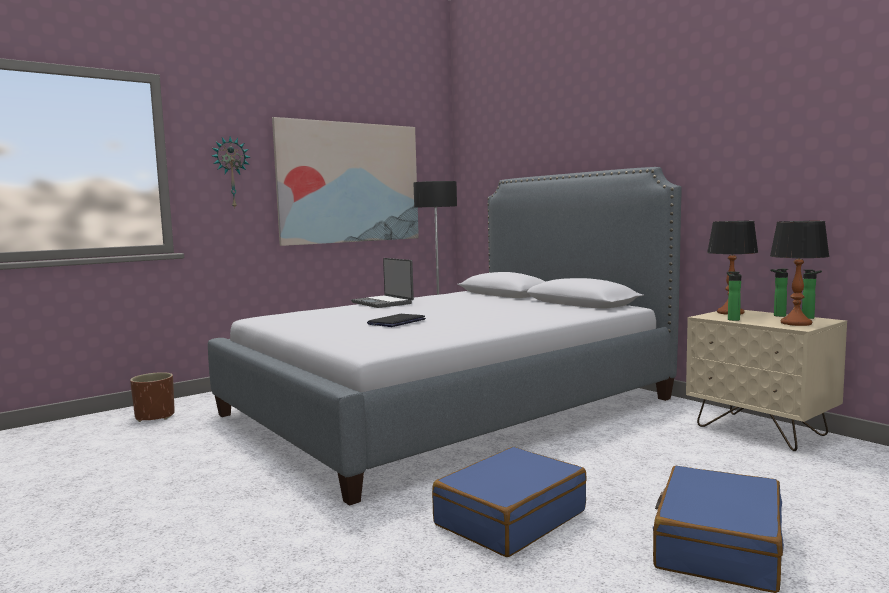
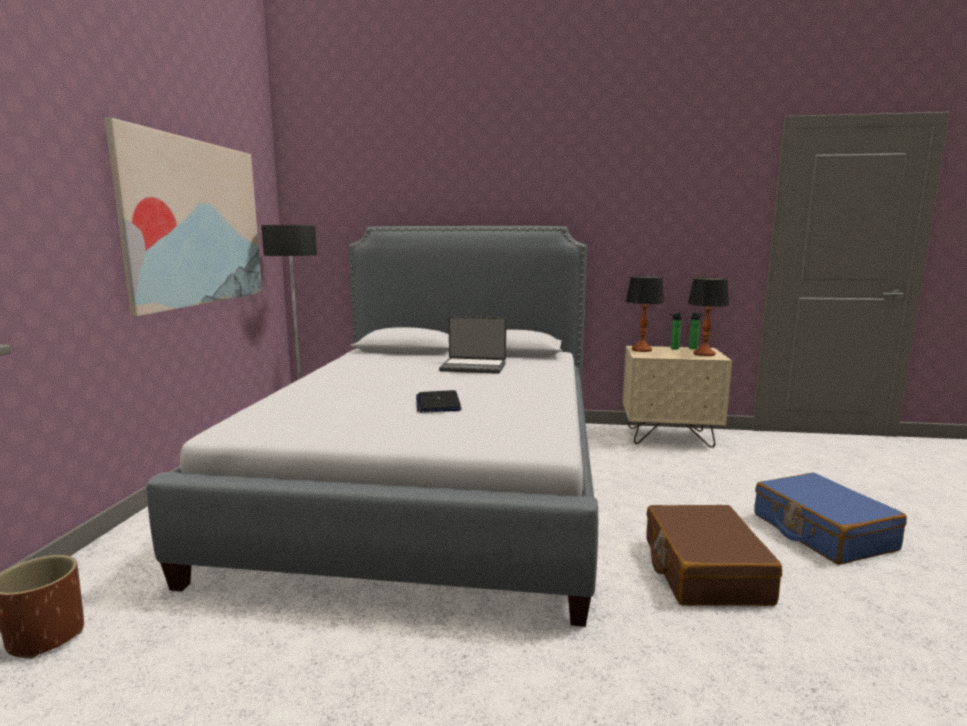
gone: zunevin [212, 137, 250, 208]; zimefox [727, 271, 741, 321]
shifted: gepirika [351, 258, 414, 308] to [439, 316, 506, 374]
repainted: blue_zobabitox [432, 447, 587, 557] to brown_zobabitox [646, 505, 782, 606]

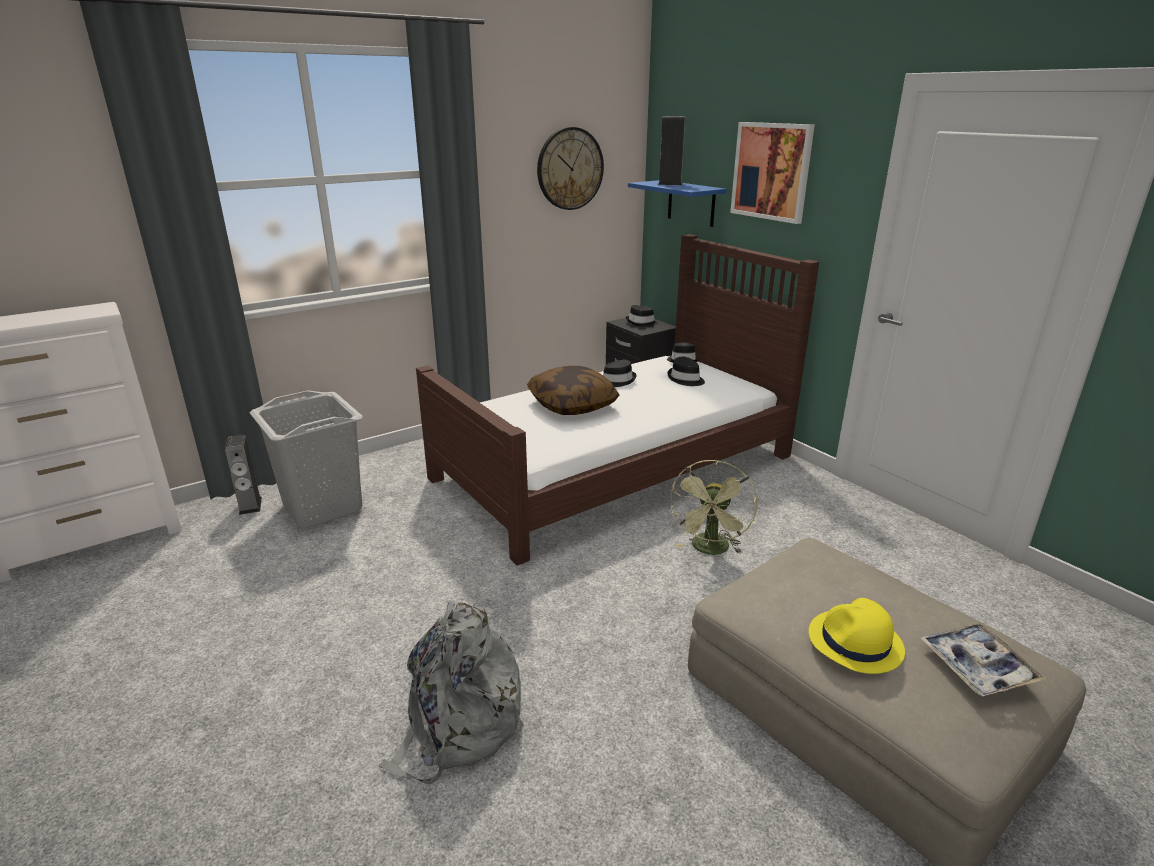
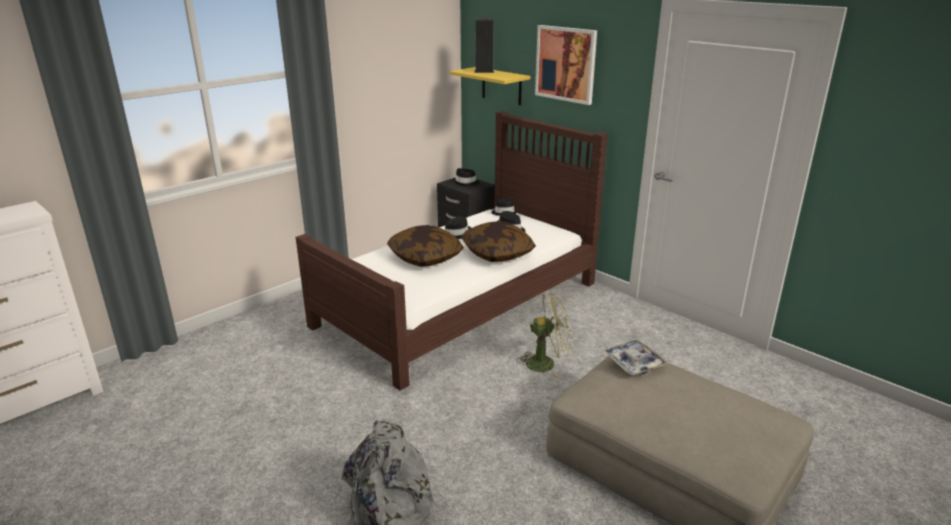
gone: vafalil [225, 435, 262, 515]; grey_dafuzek [250, 390, 363, 528]; zunevin [537, 127, 604, 210]; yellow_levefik [809, 598, 905, 674]
new: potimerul [461, 222, 536, 262]
shifted: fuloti [920, 623, 1046, 696] to [602, 340, 669, 375]
repainted: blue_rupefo [628, 180, 727, 227] to yellow_rupefo [450, 67, 530, 105]
rotated: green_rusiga [670, 460, 758, 555] = [516, 292, 572, 378] 105 degrees counterclockwise

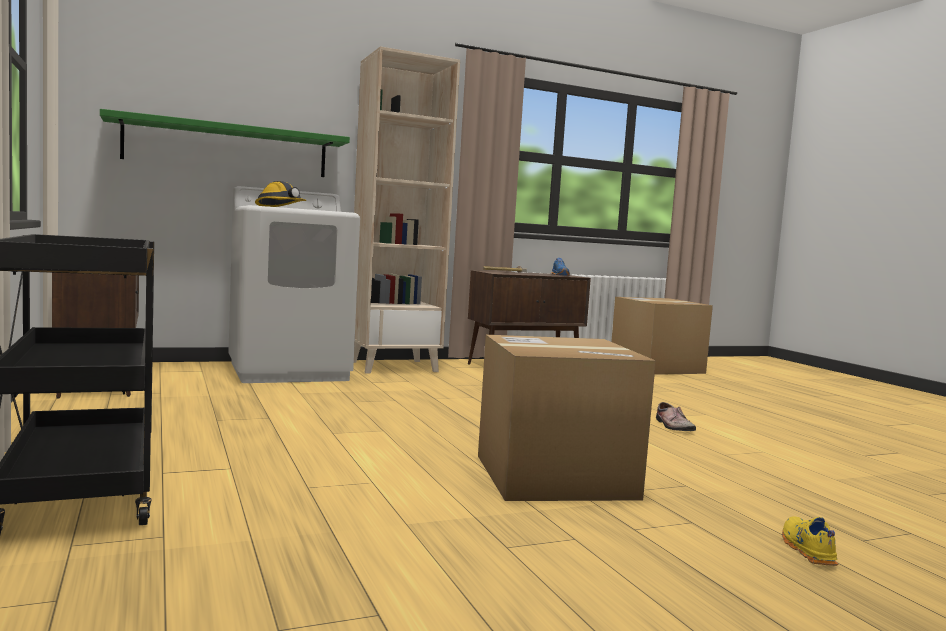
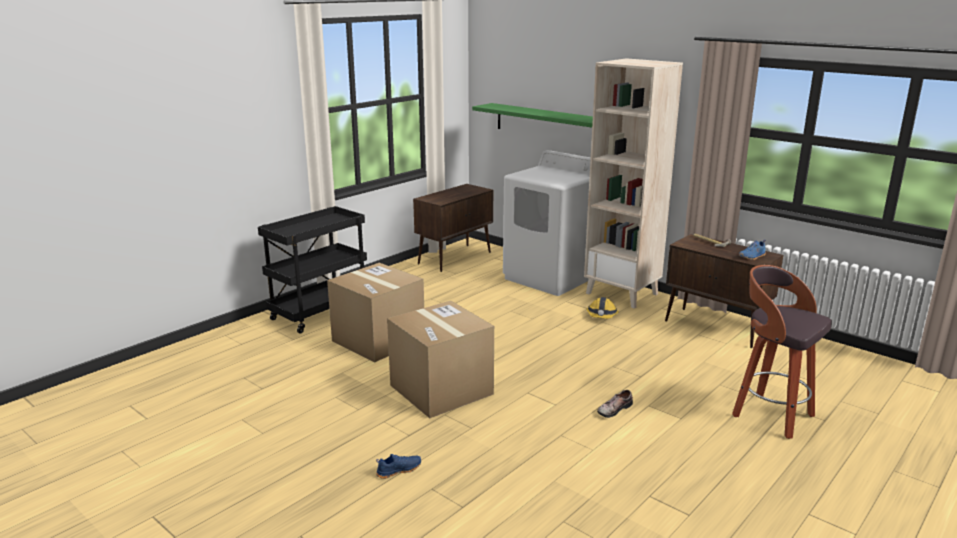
new: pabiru [732, 265, 832, 439]
shifted: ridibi [255, 181, 307, 207] to [586, 297, 619, 319]; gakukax [611, 297, 713, 375] to [327, 263, 424, 362]
repainted: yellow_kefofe [782, 516, 838, 566] to blue_kefofe [376, 454, 421, 479]

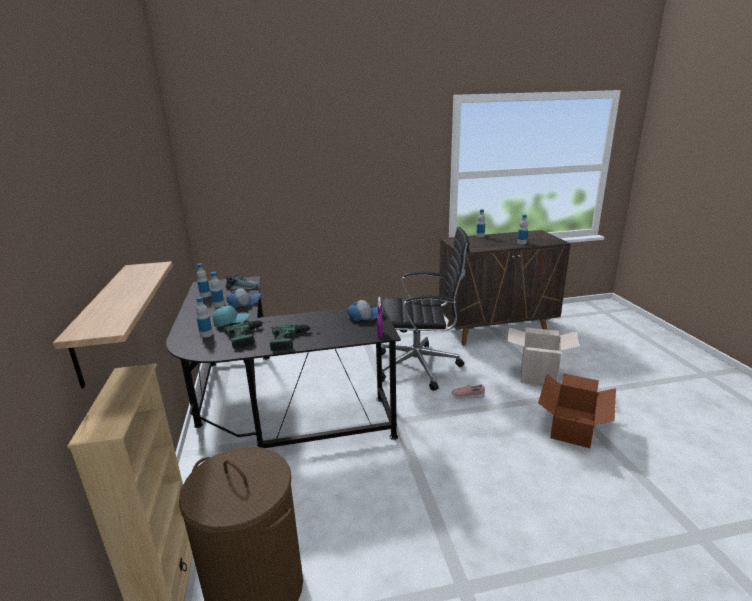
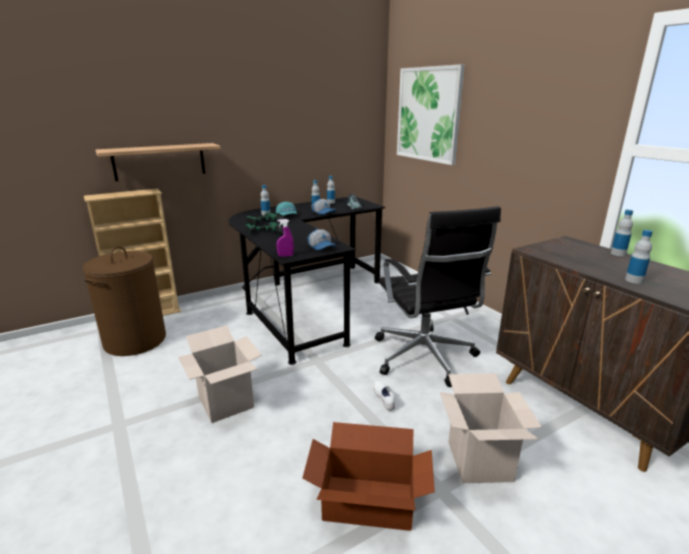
new: gakukax [178, 325, 262, 423]; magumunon [397, 64, 465, 165]
repainted: pink_kefofe [451, 384, 485, 399] to white_kefofe [374, 381, 395, 411]

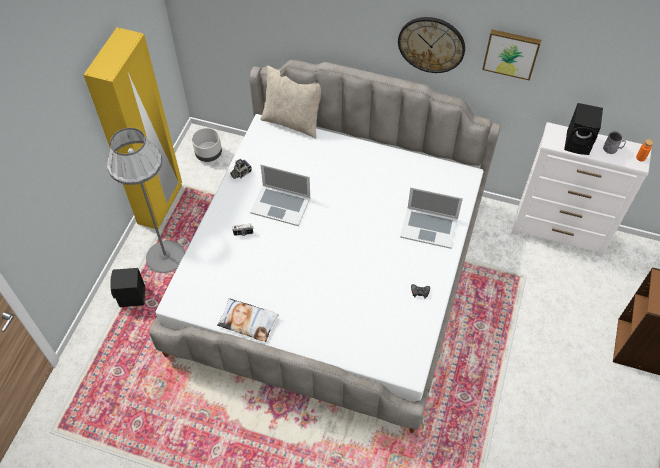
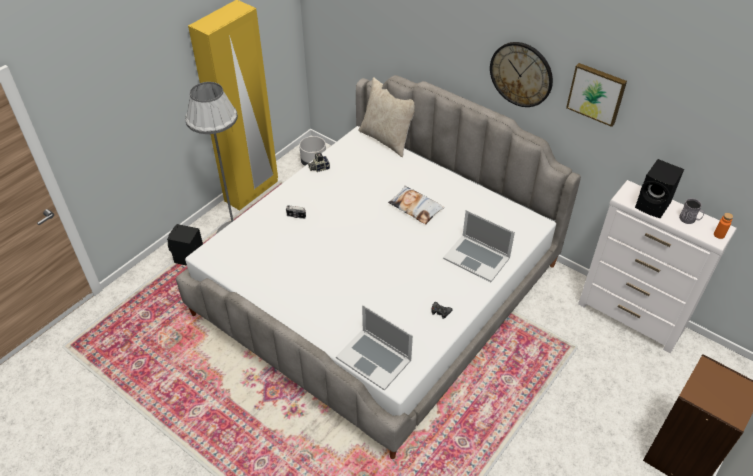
shifted: potimerul [217, 298, 279, 342] to [388, 186, 444, 224]; gepirika [250, 164, 310, 226] to [336, 305, 413, 391]

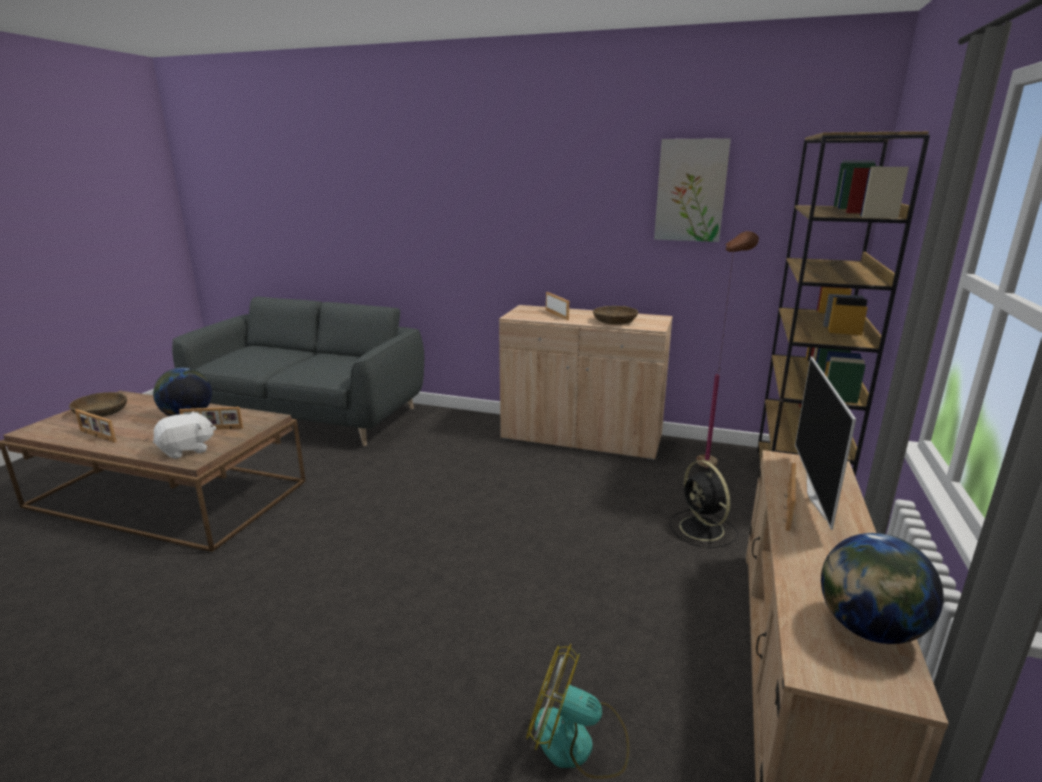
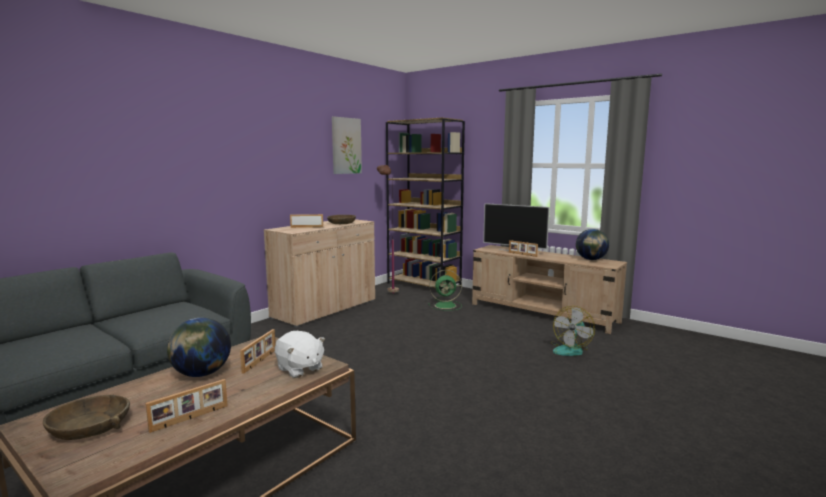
repainted: black_rusiga [669, 460, 738, 548] to green_rusiga [428, 270, 462, 311]
rotated: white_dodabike [153, 411, 216, 459] = [275, 331, 325, 378] 150 degrees clockwise

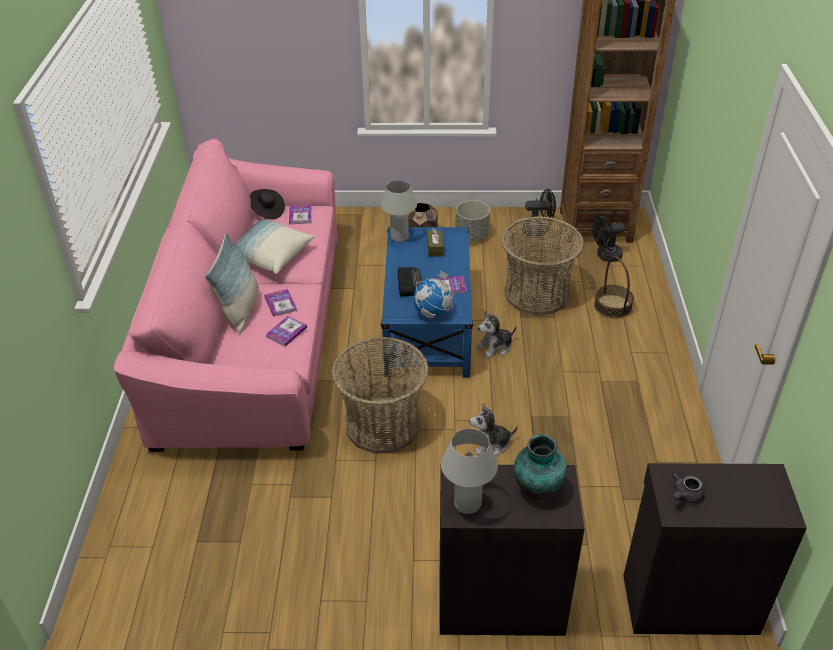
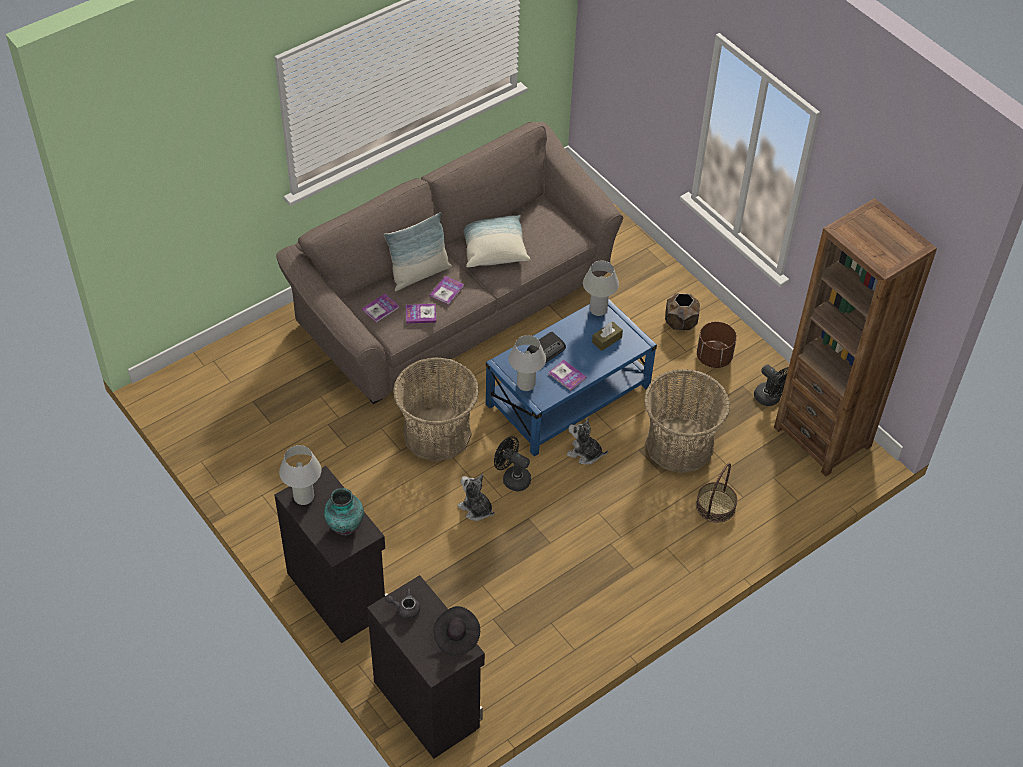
shifted: black_levefik [250, 189, 285, 219] to [434, 606, 480, 655]; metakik [289, 204, 311, 225] to [362, 294, 399, 323]; black_rusiga [592, 215, 625, 262] to [494, 436, 531, 491]
swapped: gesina [413, 271, 453, 318] to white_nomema [509, 335, 546, 391]
repainted: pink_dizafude [114, 138, 338, 452] to brown_dizafude [276, 122, 623, 404]; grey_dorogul [456, 200, 490, 242] to brown_dorogul [697, 322, 737, 368]

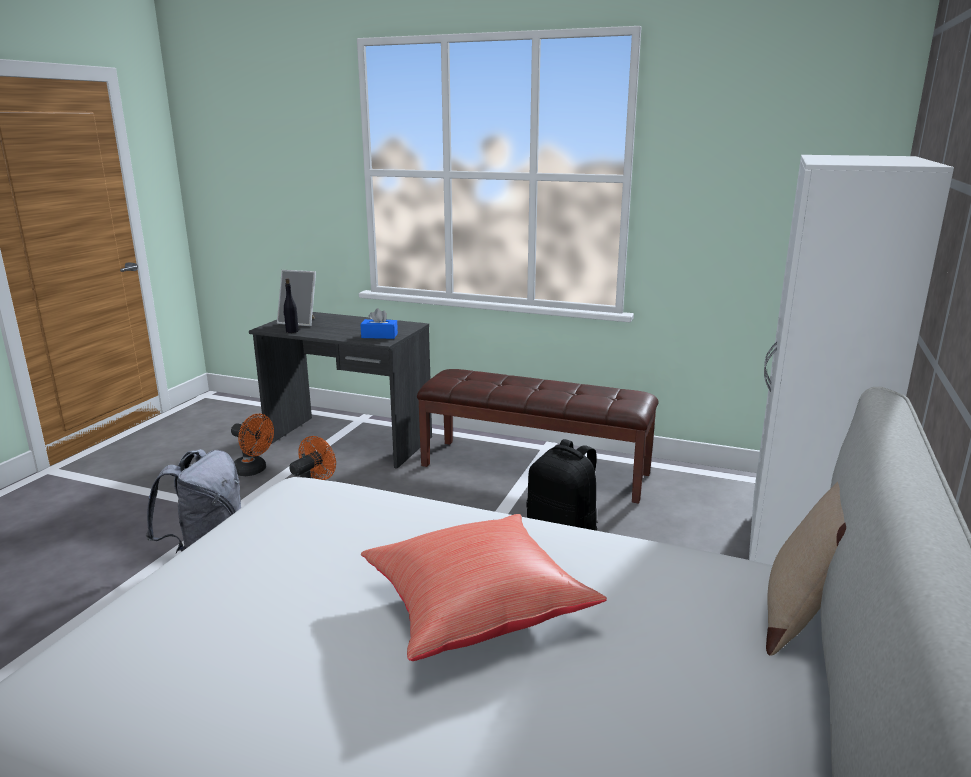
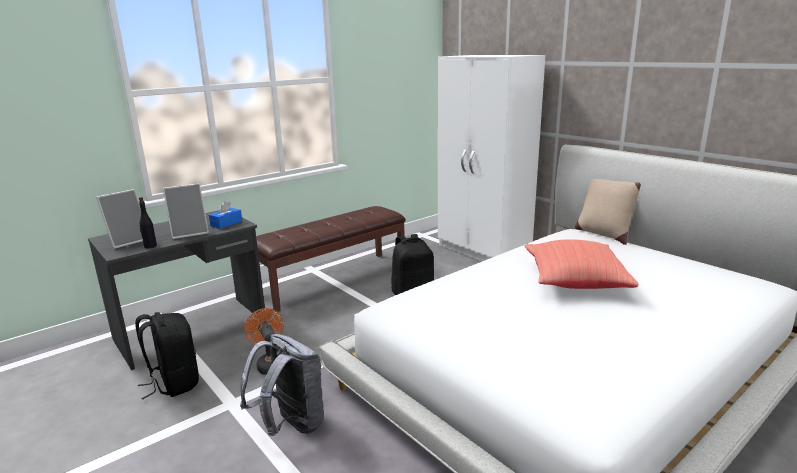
new: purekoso [163, 183, 209, 239]
swapped: orange_rusiga [231, 414, 274, 476] to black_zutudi [135, 312, 199, 400]

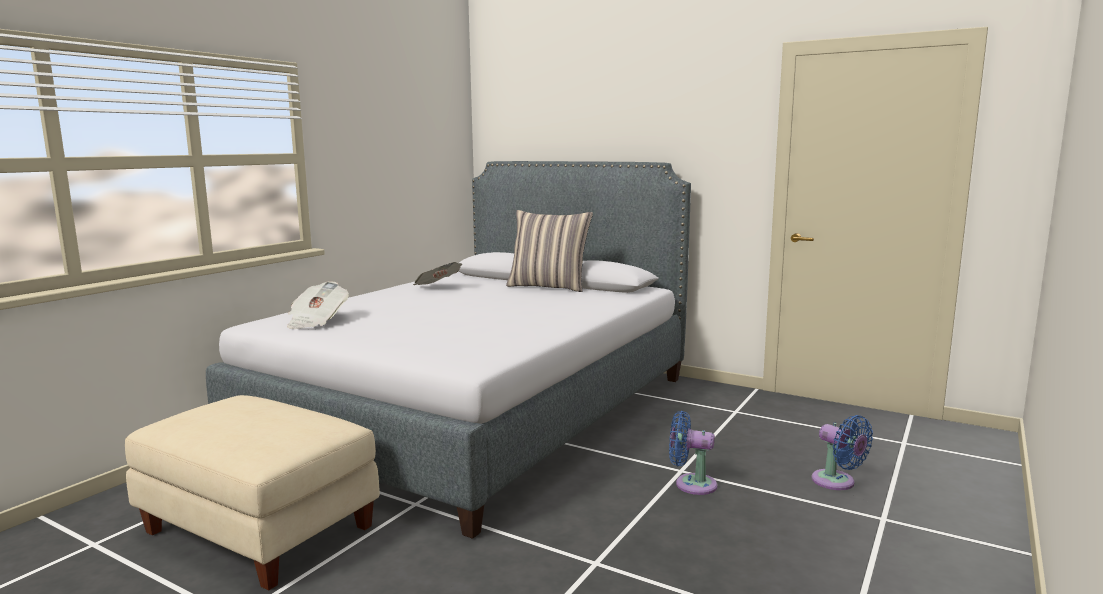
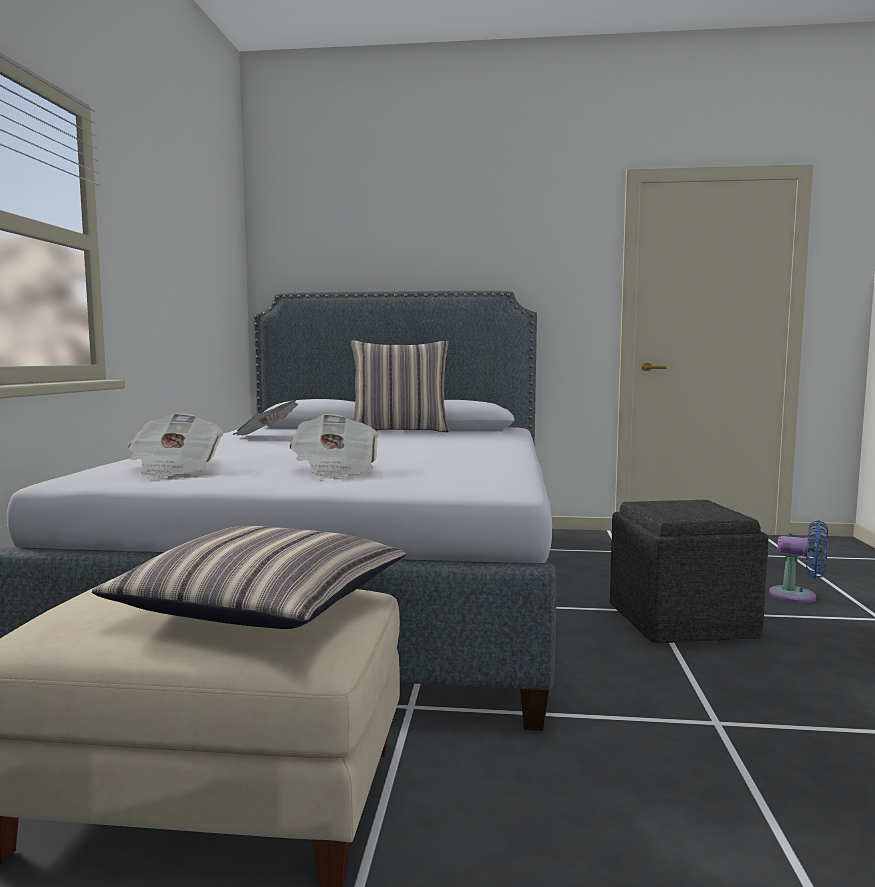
new: potimerul [92, 526, 406, 629]; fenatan [289, 414, 379, 479]
swapped: blue_rusiga [669, 411, 718, 495] to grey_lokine [610, 500, 768, 643]

